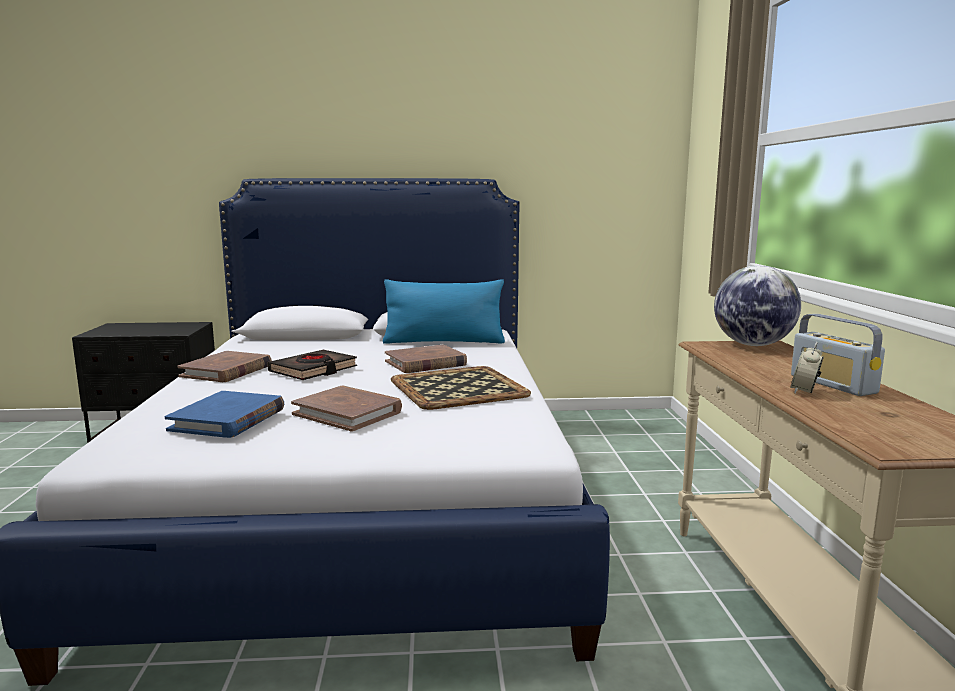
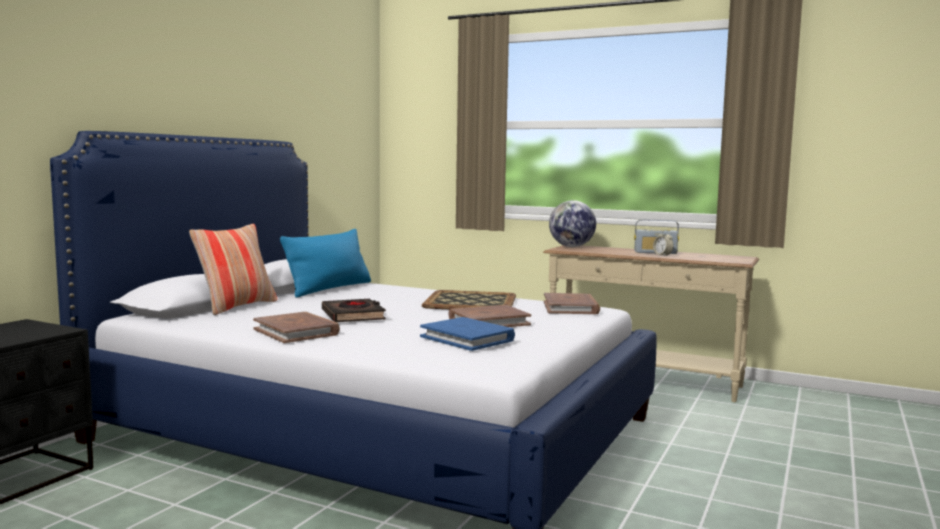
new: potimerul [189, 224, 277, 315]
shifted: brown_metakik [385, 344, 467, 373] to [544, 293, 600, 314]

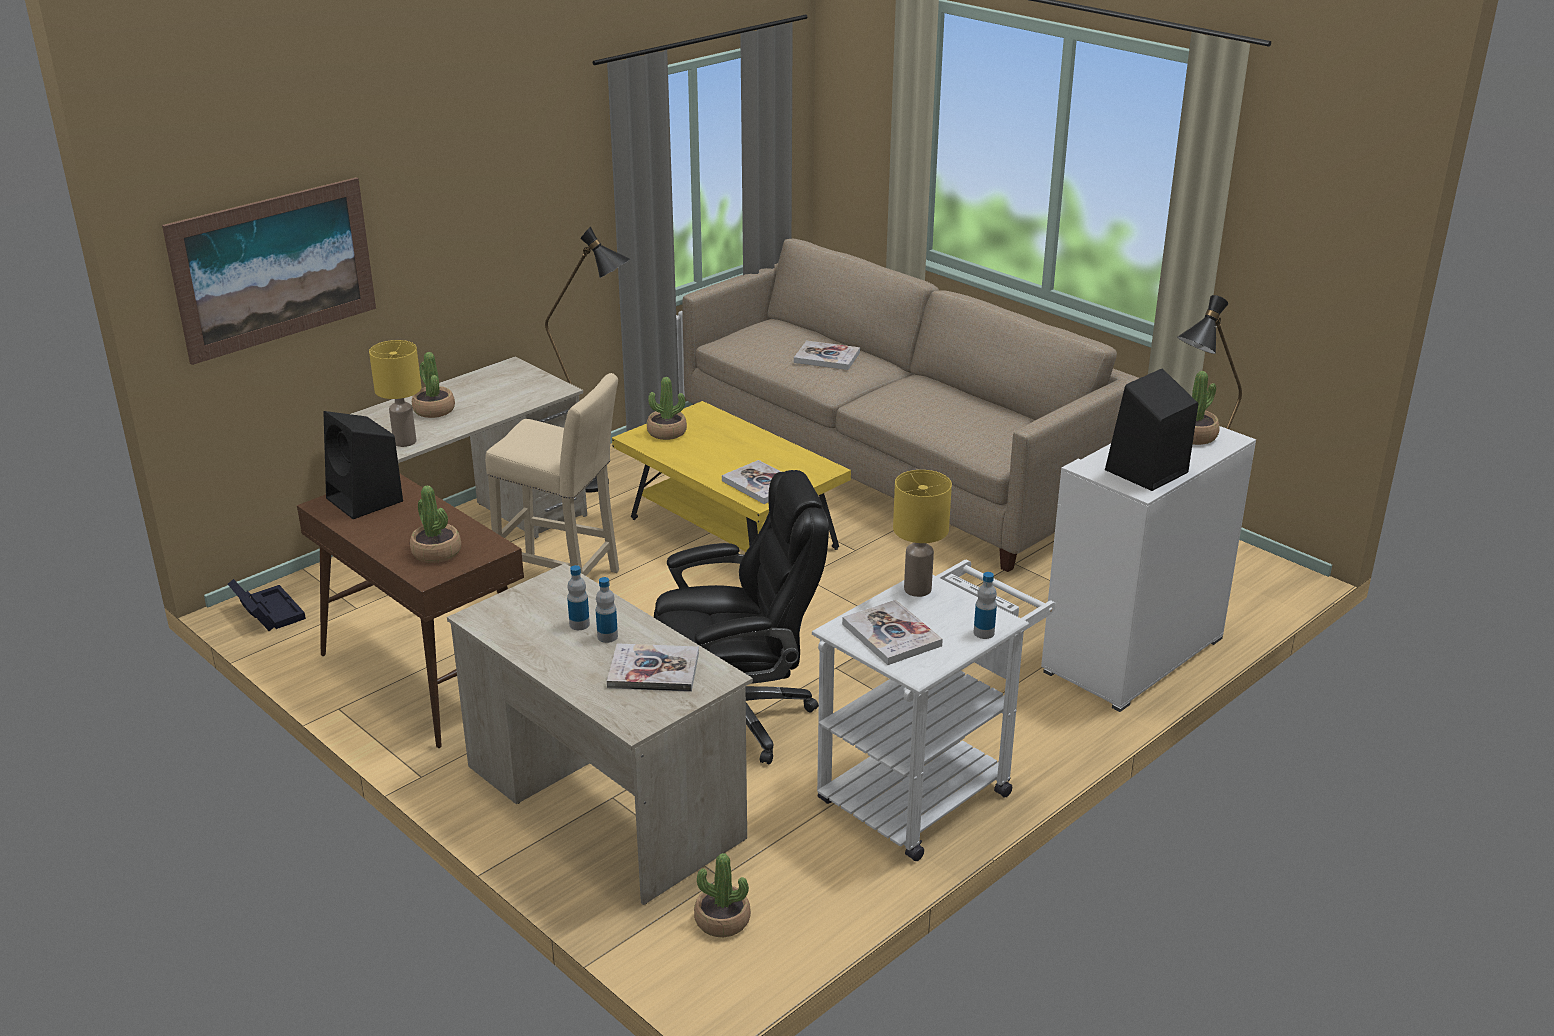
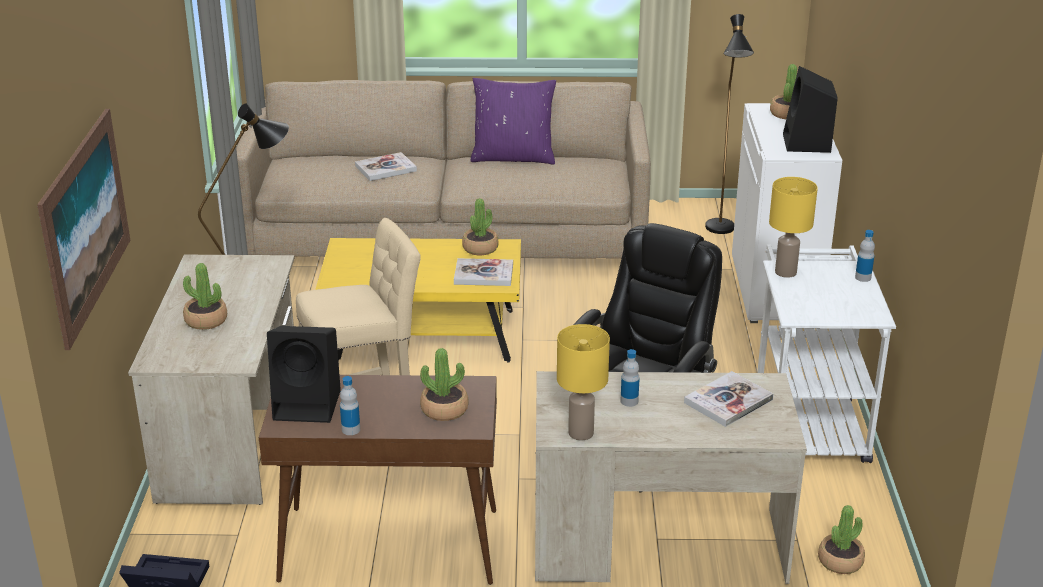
gone: metakik [842, 600, 943, 665]
new: purple_potimerul [471, 78, 556, 164]
shifted: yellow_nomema [369, 340, 422, 447] to [557, 324, 610, 440]; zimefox [596, 577, 618, 643] to [340, 376, 360, 435]; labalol [647, 377, 687, 440] to [462, 198, 499, 255]

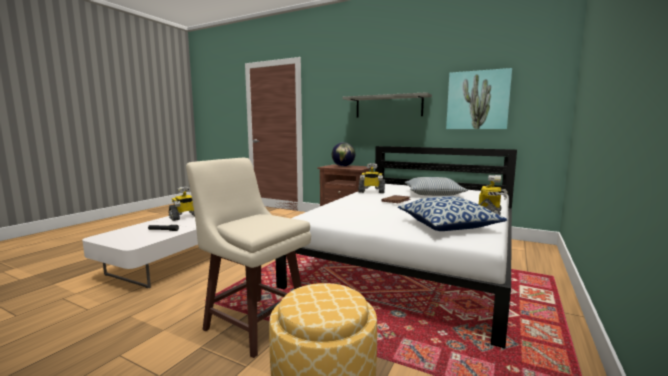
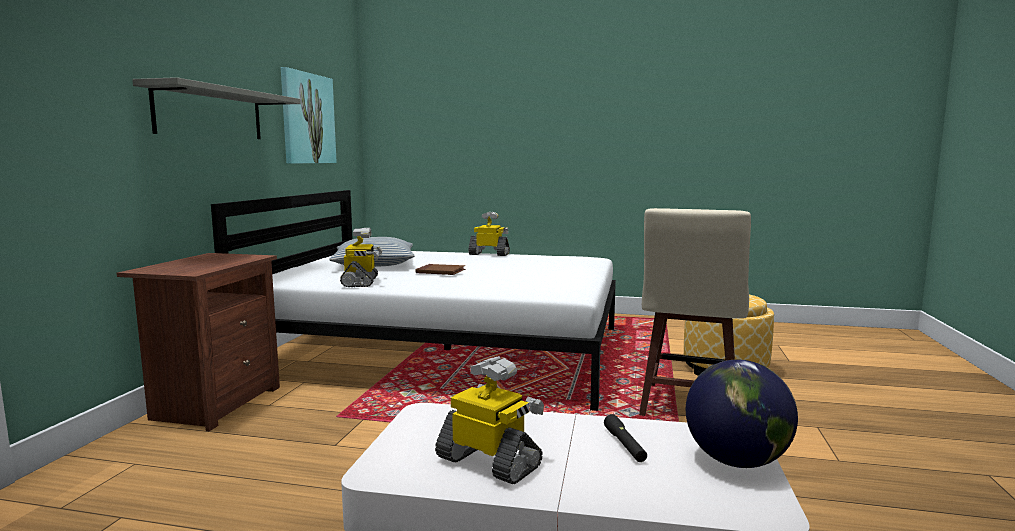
gone: potimerul [398, 196, 508, 231]
shifted: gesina [332, 142, 355, 166] to [686, 360, 798, 468]

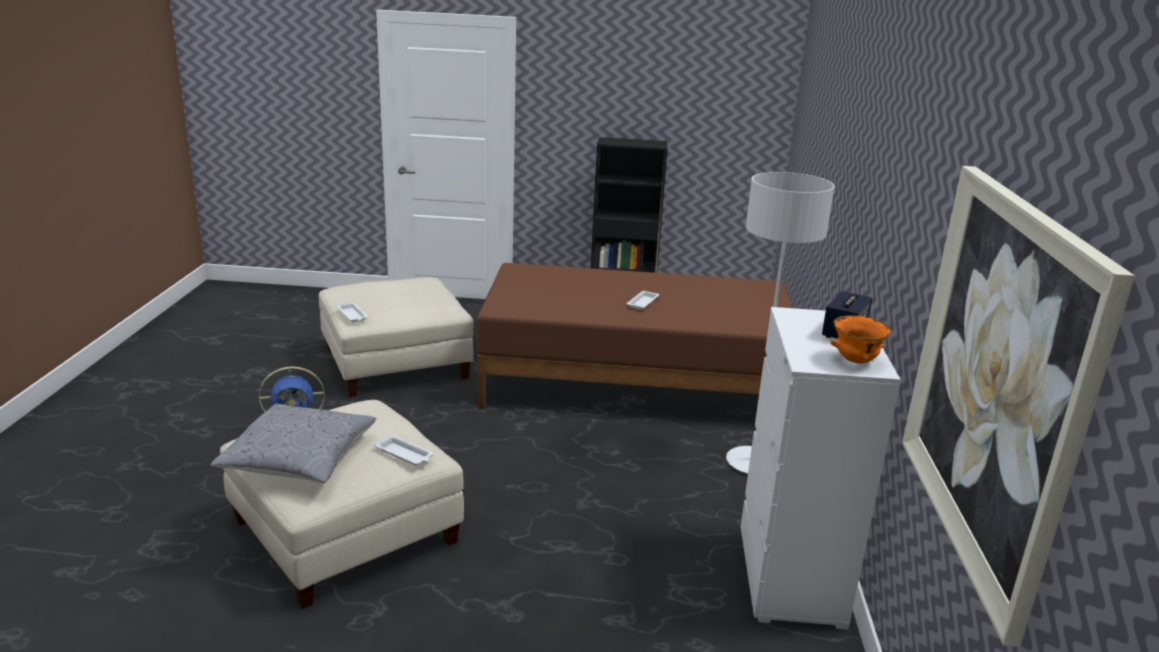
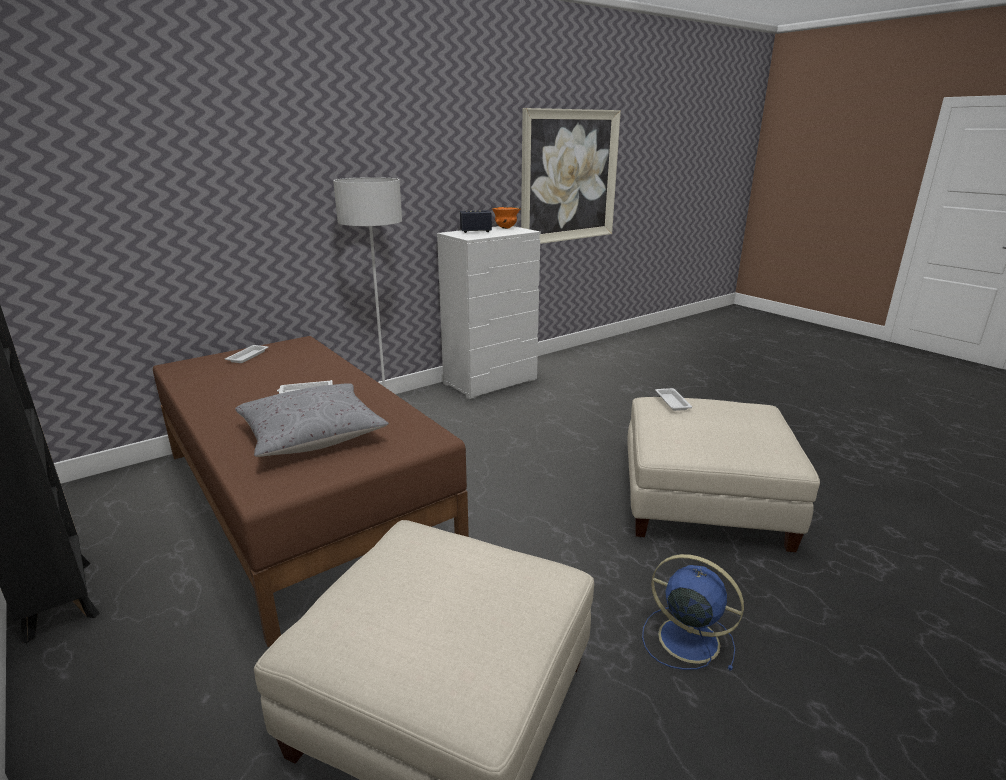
shifted: grey_potimerul [211, 404, 376, 483] to [235, 383, 389, 457]; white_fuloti [336, 302, 368, 322] to [225, 345, 268, 363]

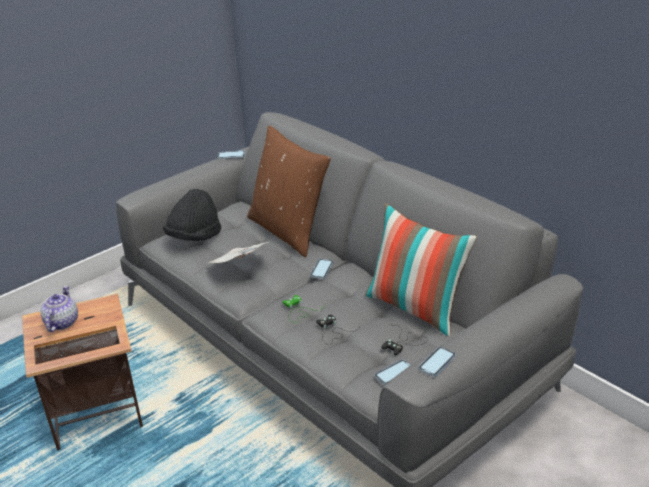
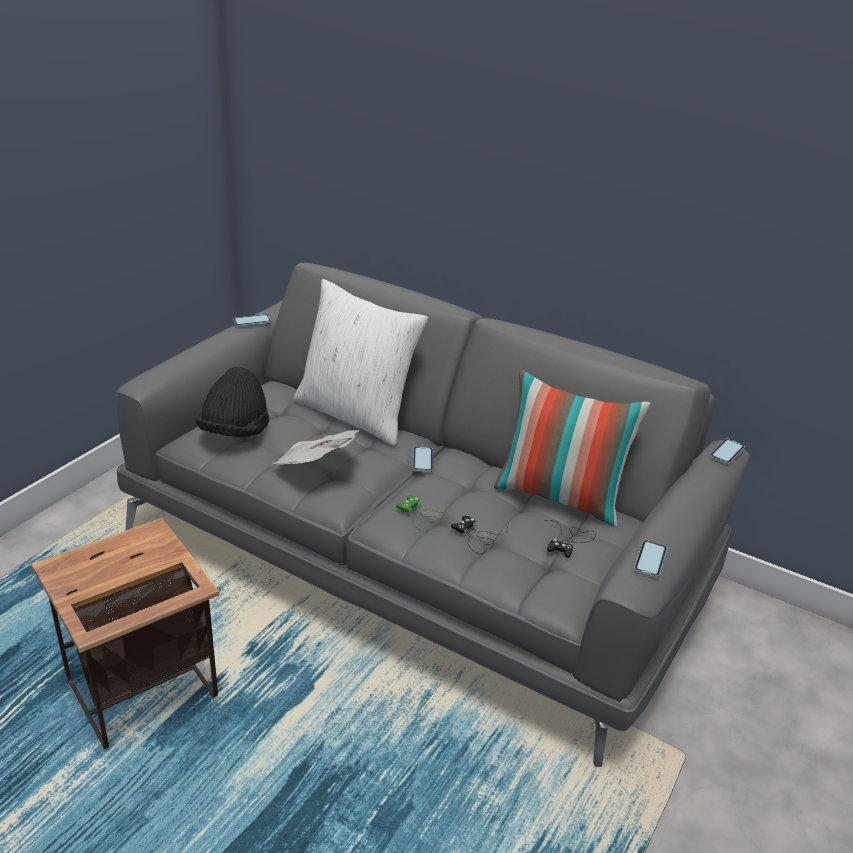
gone: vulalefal [41, 286, 78, 332]
shifted: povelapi [375, 360, 410, 385] to [710, 439, 745, 464]
repainted: brown_potimerul [247, 125, 331, 257] to white_potimerul [293, 279, 428, 446]

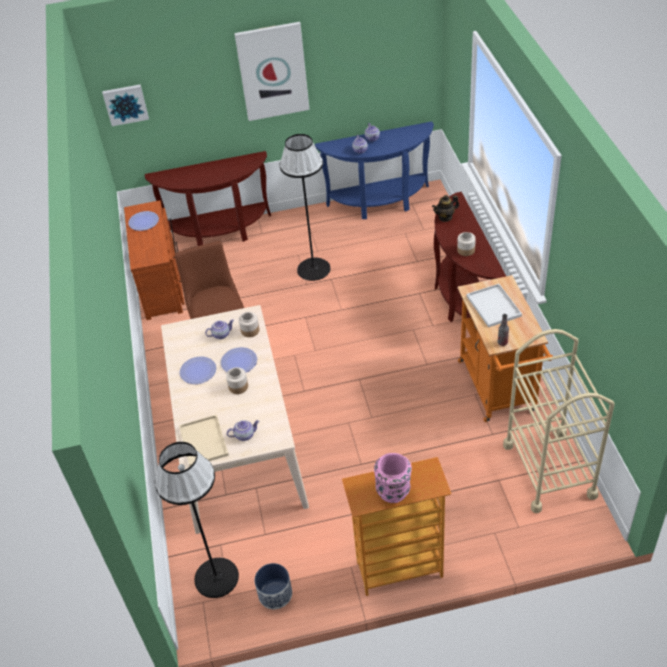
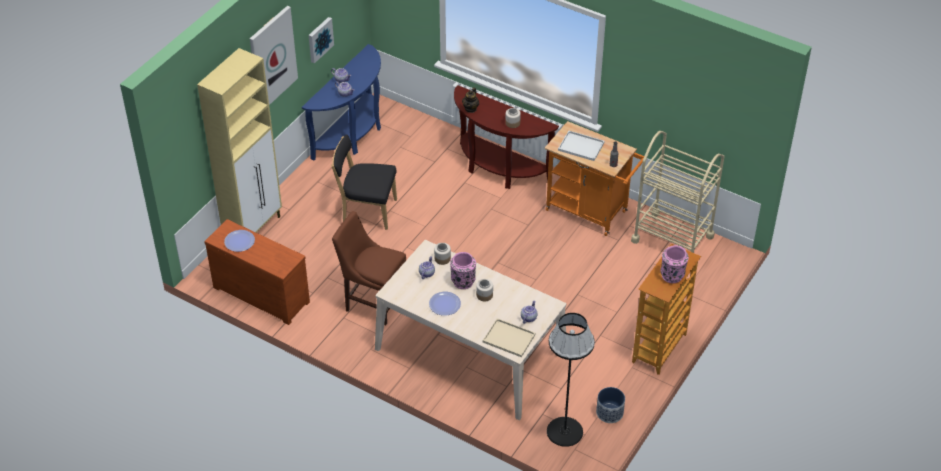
shifted: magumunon [102, 84, 149, 126] to [309, 17, 334, 64]
swapped: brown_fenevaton [145, 151, 271, 246] to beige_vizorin [197, 48, 282, 233]; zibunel [221, 347, 257, 373] to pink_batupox [450, 252, 476, 289]; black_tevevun [279, 134, 331, 281] to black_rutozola [331, 134, 397, 230]

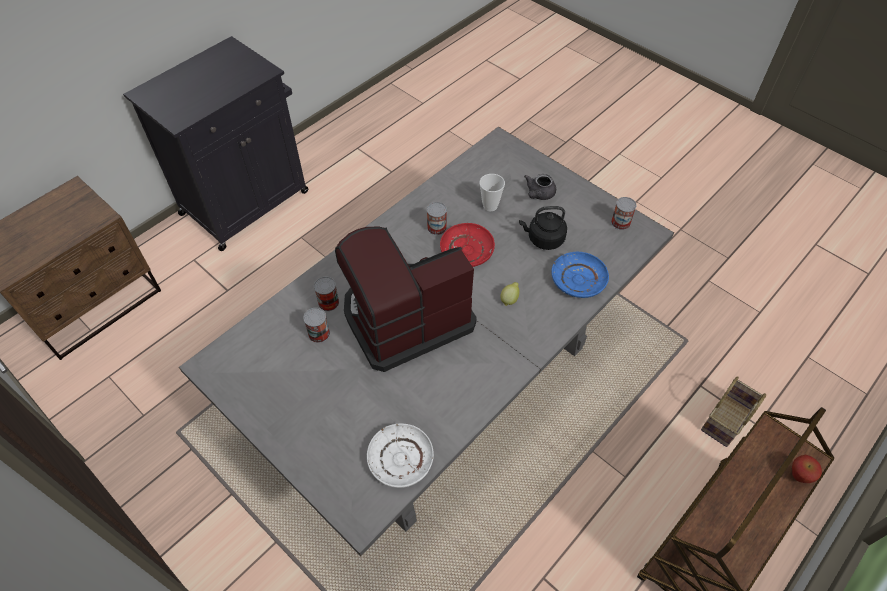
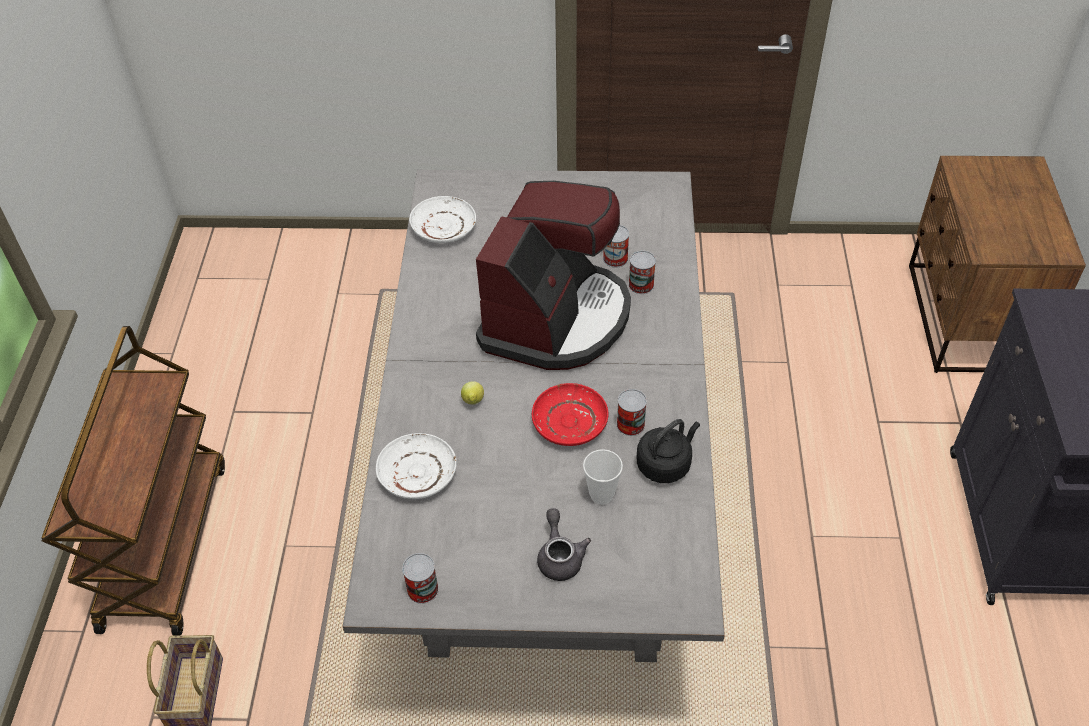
gone: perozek [792, 455, 822, 483]
shifted: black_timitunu [519, 206, 567, 250] to [637, 419, 700, 483]
repainted: blue_zibunel [551, 252, 609, 298] to white_zibunel [376, 433, 457, 499]

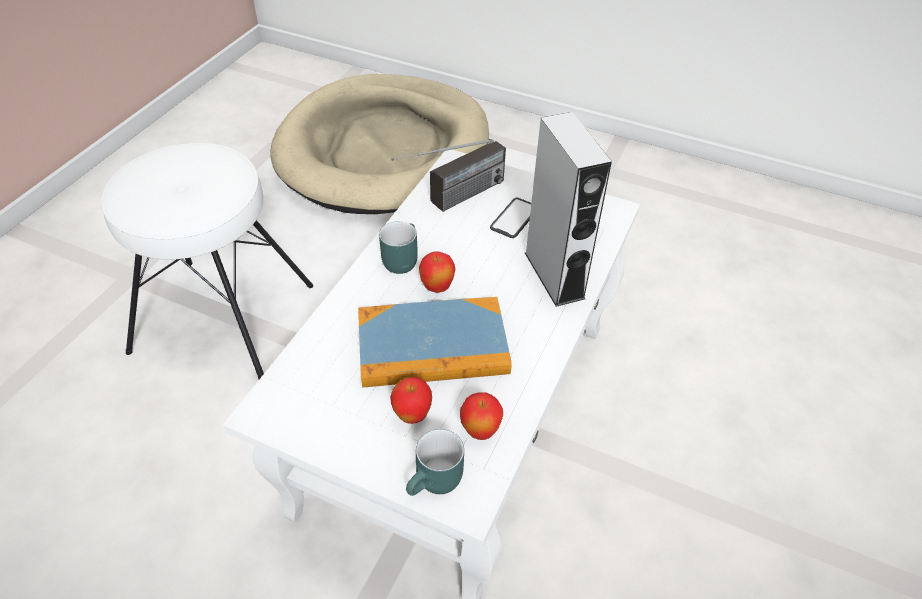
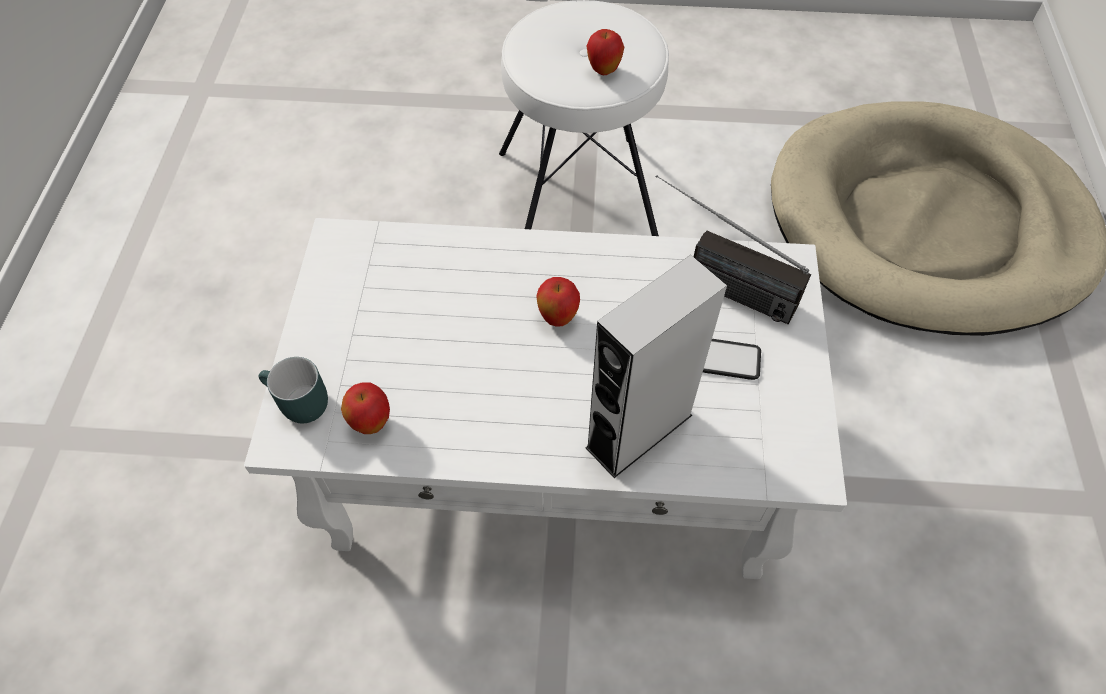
gone: metakik [358, 297, 512, 388]; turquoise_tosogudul [379, 221, 418, 274]
shifted: perozek [390, 377, 432, 424] to [587, 29, 624, 75]

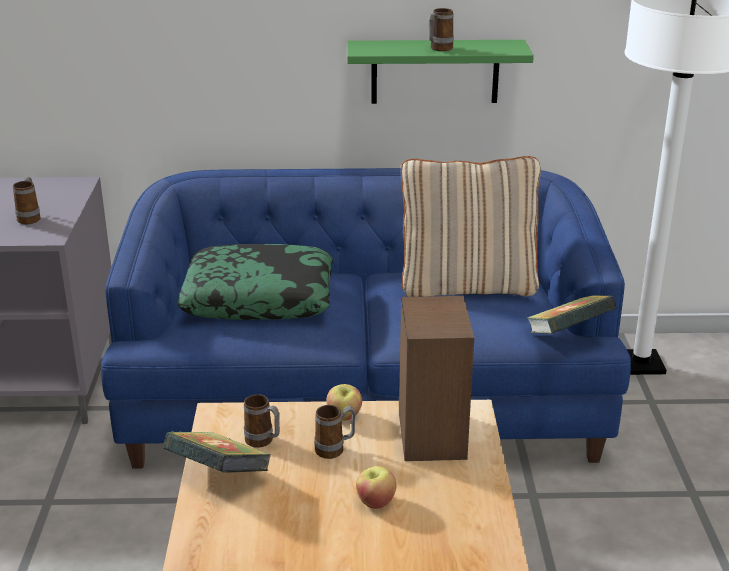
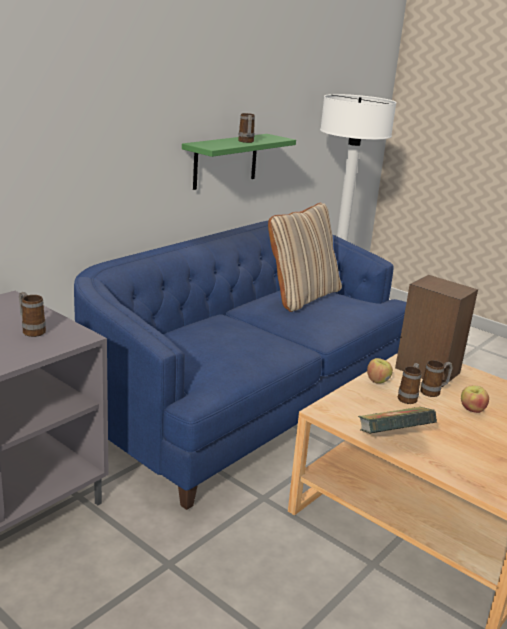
gone: potimerul [177, 244, 333, 320]; metakik [526, 295, 617, 334]
shifted: tosogudul [244, 394, 280, 448] to [421, 360, 453, 397]

